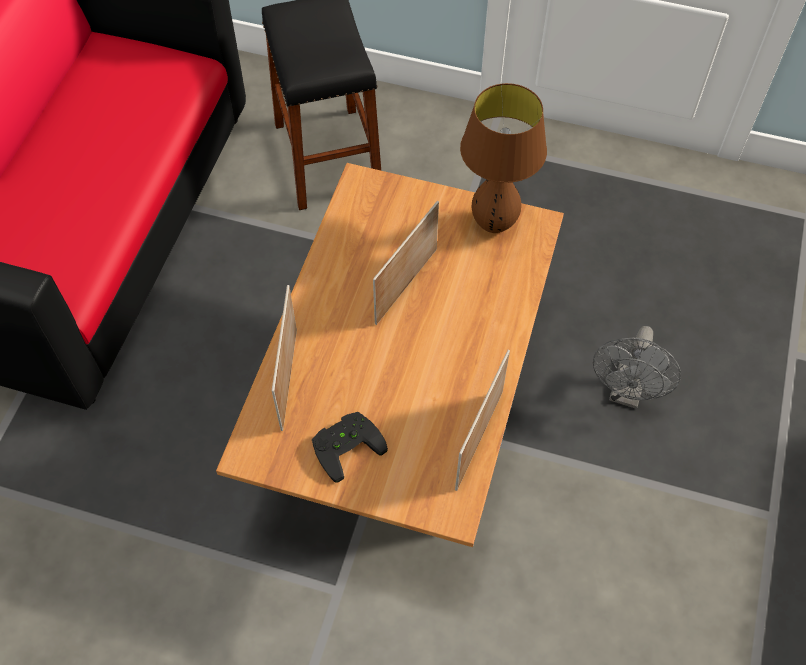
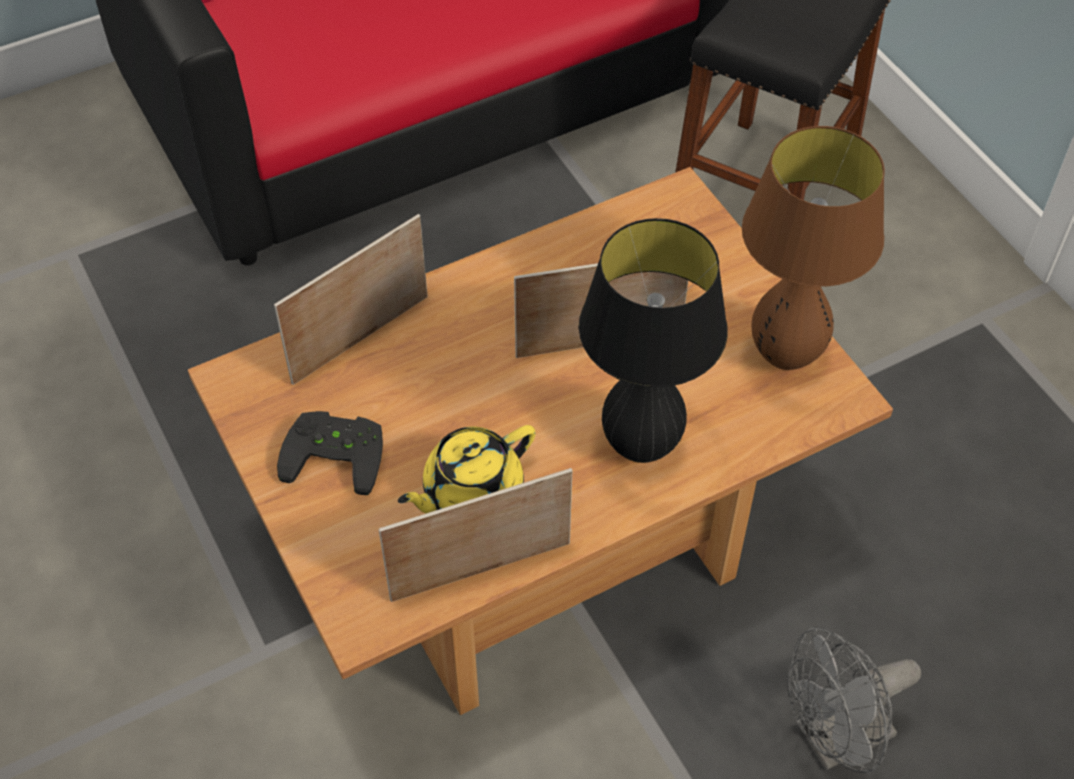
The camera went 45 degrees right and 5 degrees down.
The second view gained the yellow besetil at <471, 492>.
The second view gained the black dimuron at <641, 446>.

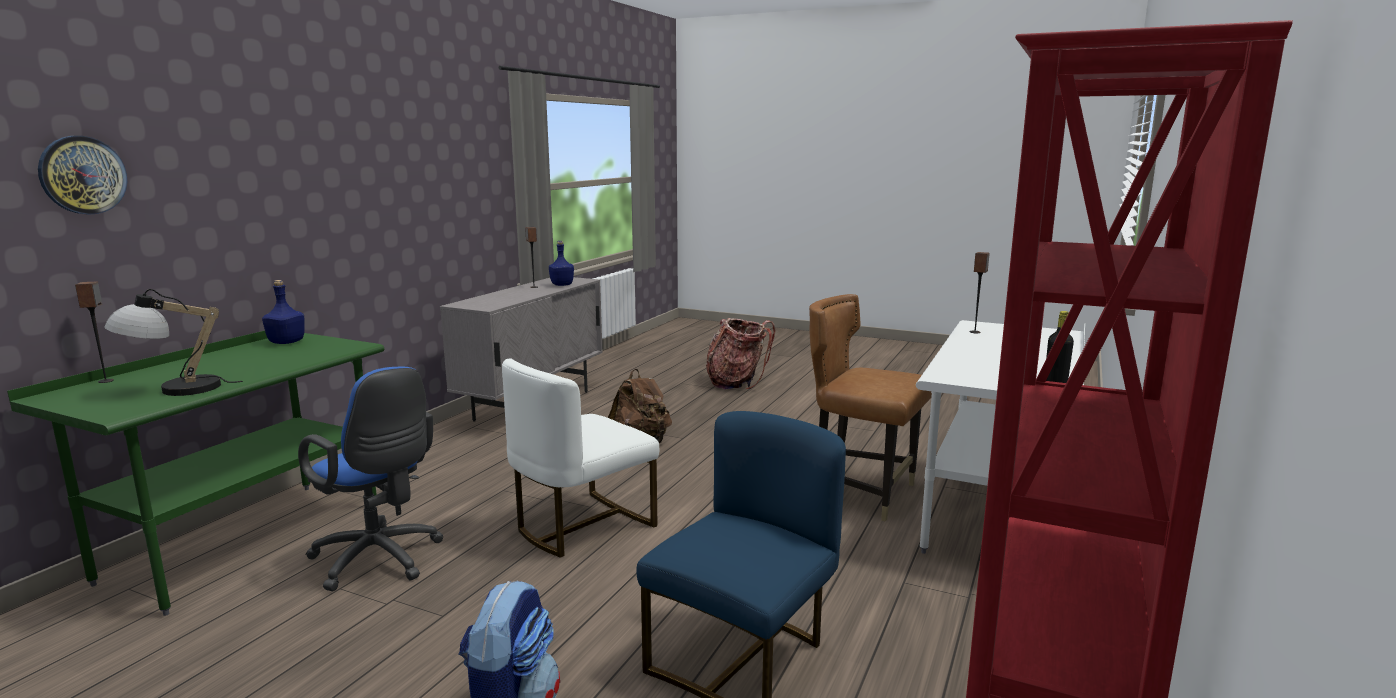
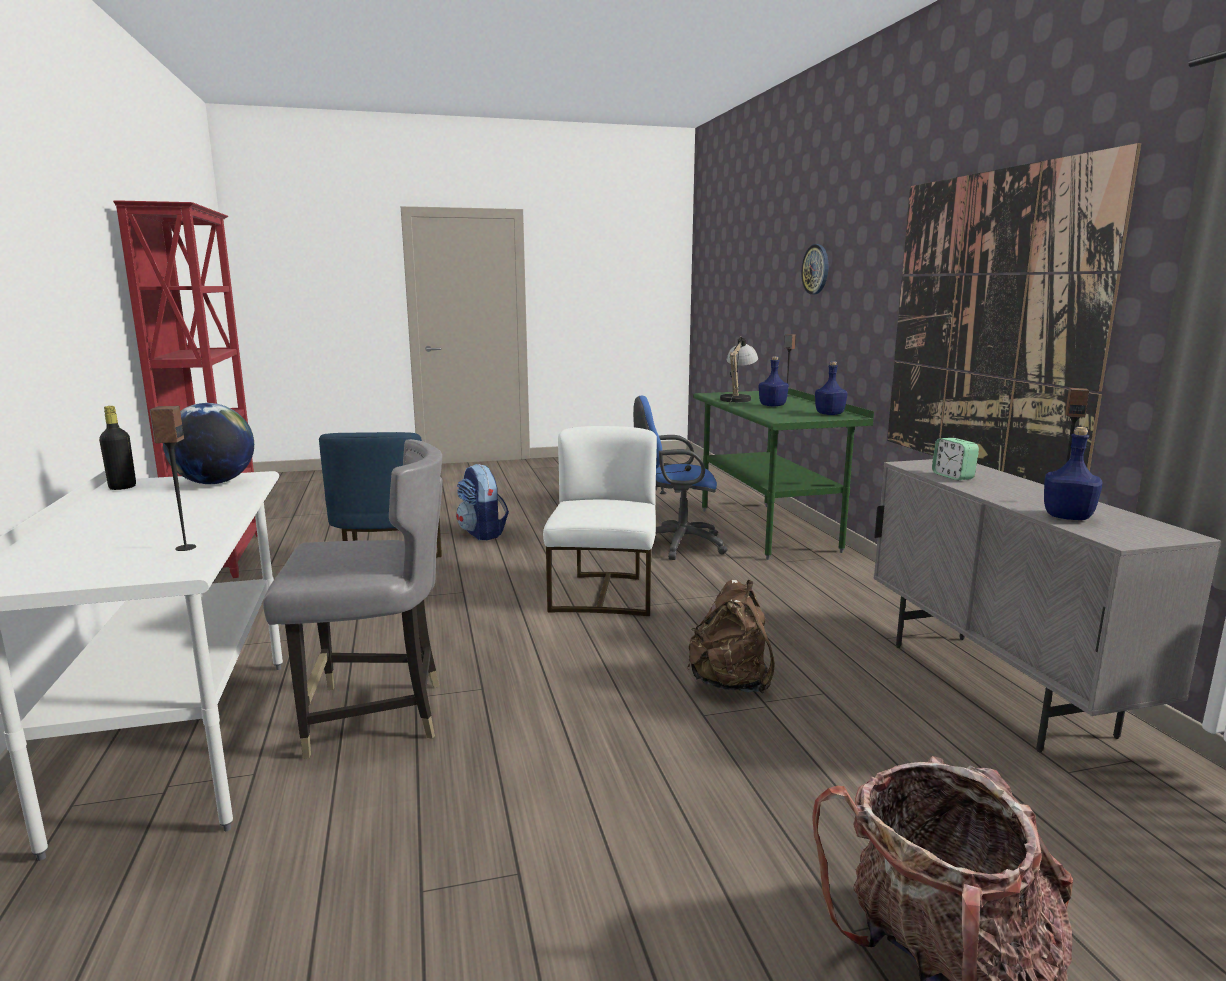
The camera went 140 degrees right and 0 degrees up.
What was the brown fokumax at <861, 493> turned into the grey fokumax at <375, 716>.
The second view gained the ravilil at <214, 483>.
The second view gained the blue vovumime at <772, 405>.
The second view gained the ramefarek at <987, 324>.
The second view gained the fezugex at <952, 476>.

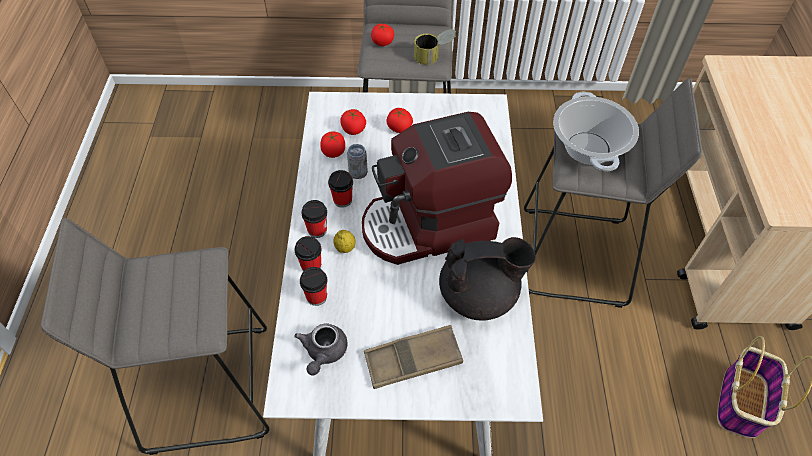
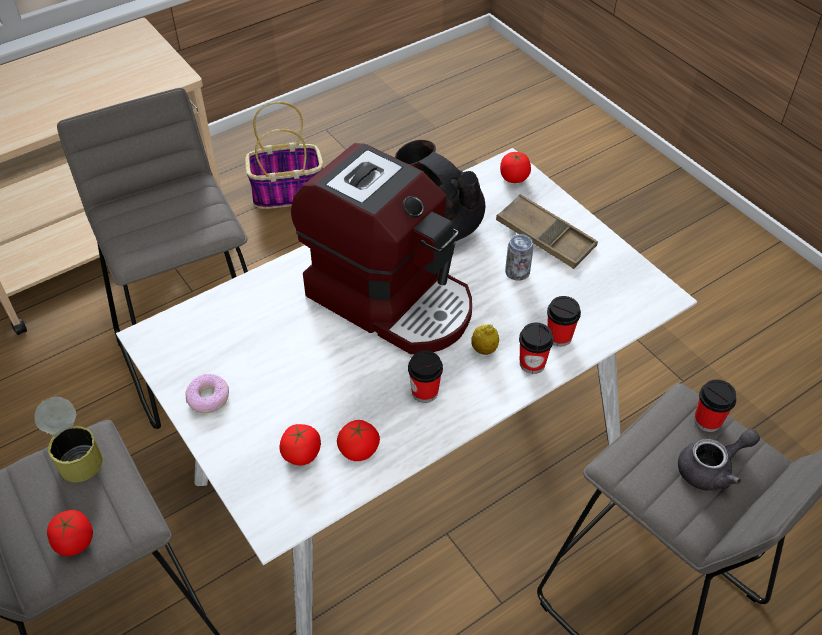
The camera went 125 degrees left and 5 degrees down.
The grey besetil ended up elsewhere, having gone from <323, 353> to <712, 469>.
The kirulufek ended up elsewhere, having gone from <317, 230> to <707, 421>.
The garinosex ended up elsewhere, having gone from <358, 172> to <517, 272>.
The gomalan ended up elsewhere, having gone from <399, 128> to <514, 177>.
The second view lost the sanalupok at <588, 148>.
The second view gained the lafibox at <209, 398>.

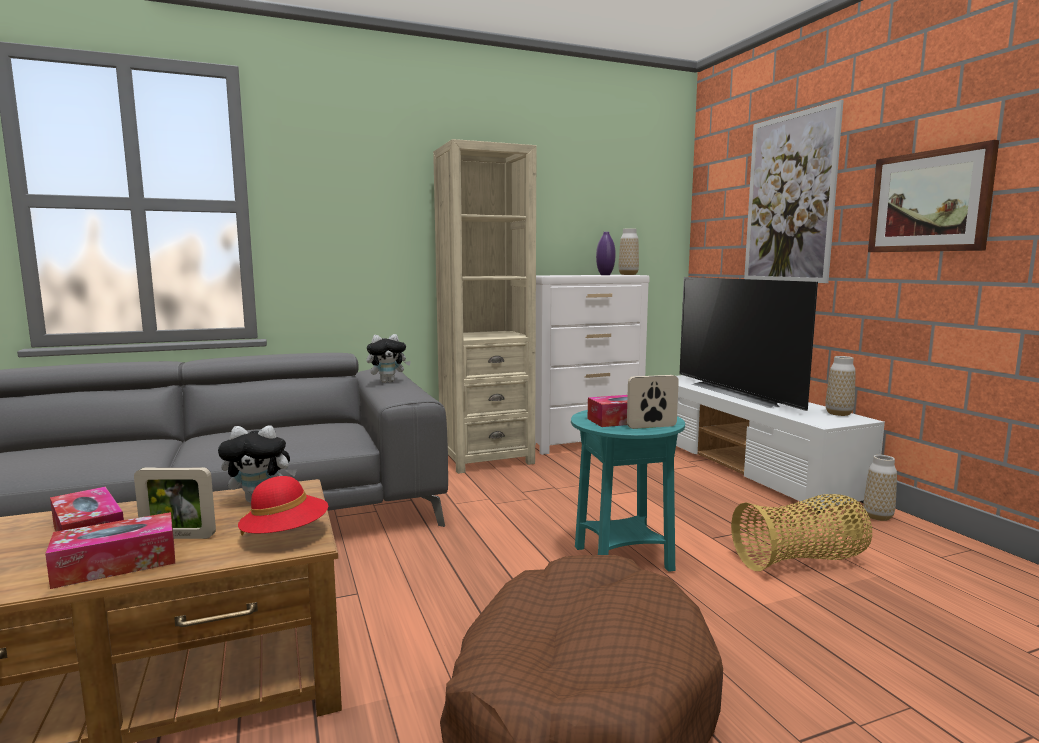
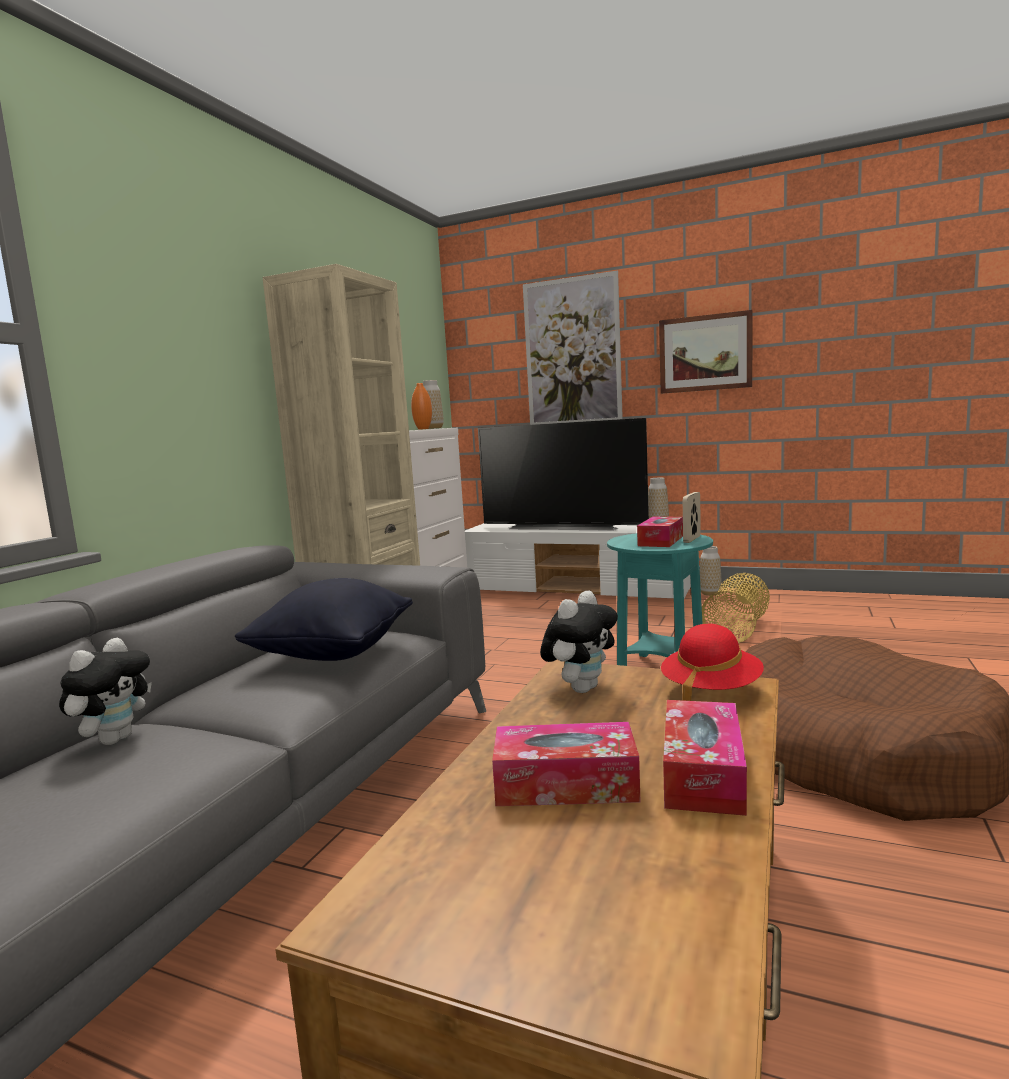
The camera went 45 degrees left and 0 degrees up.
The second view lost the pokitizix at <178, 537>.
The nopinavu ended up elsewhere, having gone from <388, 382> to <114, 739>.
What was the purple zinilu at <605, 275> turned into the orange zinilu at <423, 429>.
The second view gained the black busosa at <333, 654>.

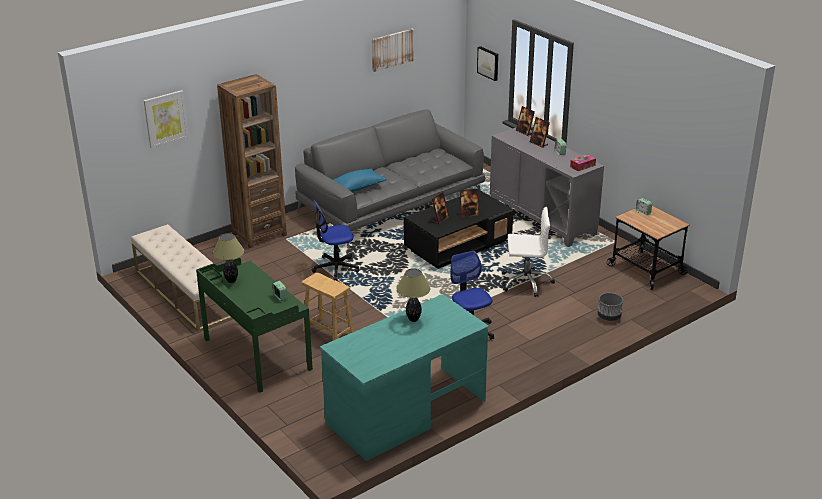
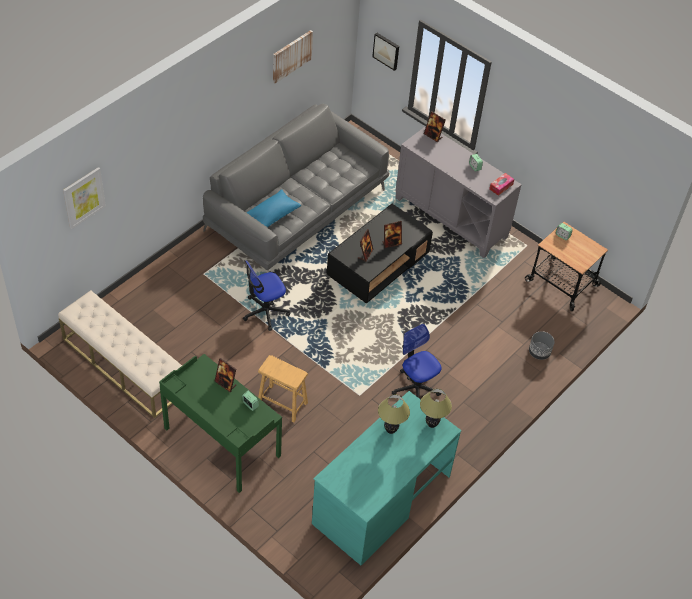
The camera went 15 degrees left and 20 degrees up.
The dimuron ended up elsewhere, having gone from <231, 281> to <432, 424>.
The second view lost the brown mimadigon at <259, 234>.
The second view lost the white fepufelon at <526, 282>.
The pokitizix ended up elsewhere, having gone from <539, 143> to <225, 383>.

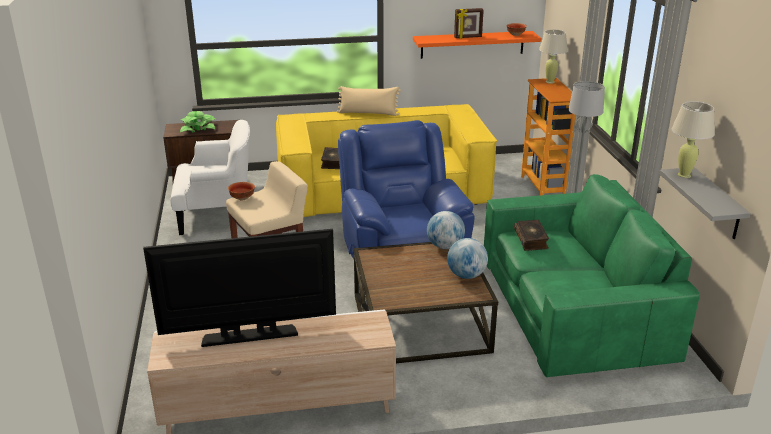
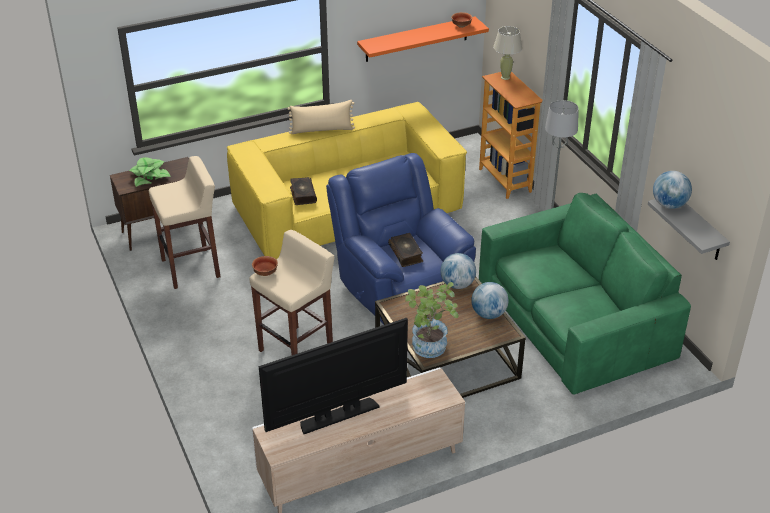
The camera went 15 degrees left and 10 degrees up.
Where the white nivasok stood at <217, 215>, the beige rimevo came to stand at <192, 268>.
The second view lost the pokitizix at <468, 37>.
The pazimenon ended up elsewhere, having gone from <531, 240> to <406, 254>.
Where the beige dimuron stood at <684, 175>, the ravilil came to stand at <669, 205>.
The second view gained the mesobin at <429, 350>.

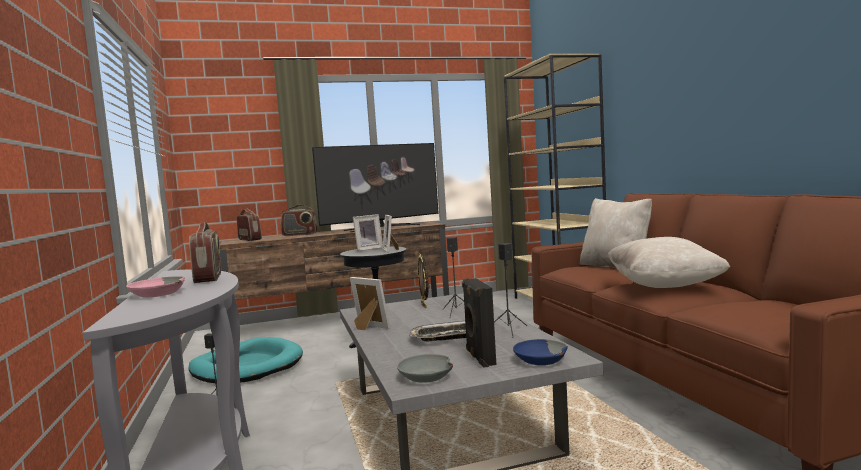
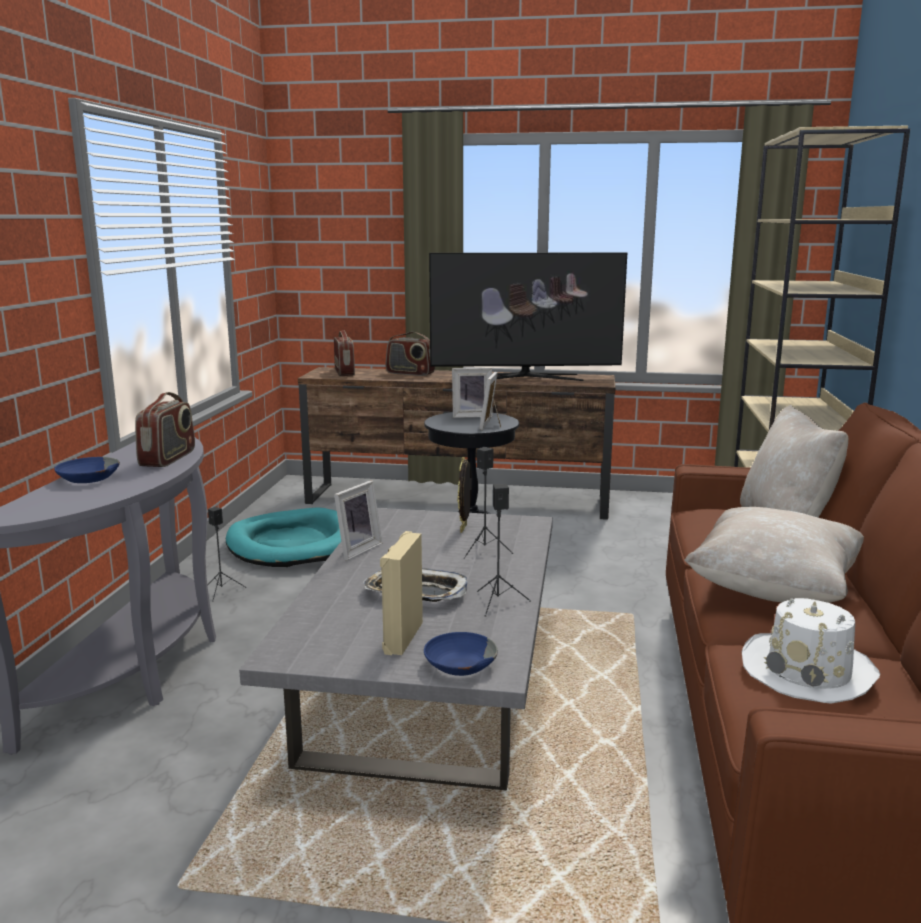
The camera went 25 degrees right and 10 degrees up.
What was the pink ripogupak at <157, 294> turned into the blue ripogupak at <87, 478>.
The pokitizix at <368, 328> ended up facing another way, 60 degrees clockwise from before.
The second view lost the grey ripogupak at <426, 377>.
What was the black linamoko at <479, 358> turned into the beige linamoko at <401, 637>.
The second view gained the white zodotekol at <809, 670>.

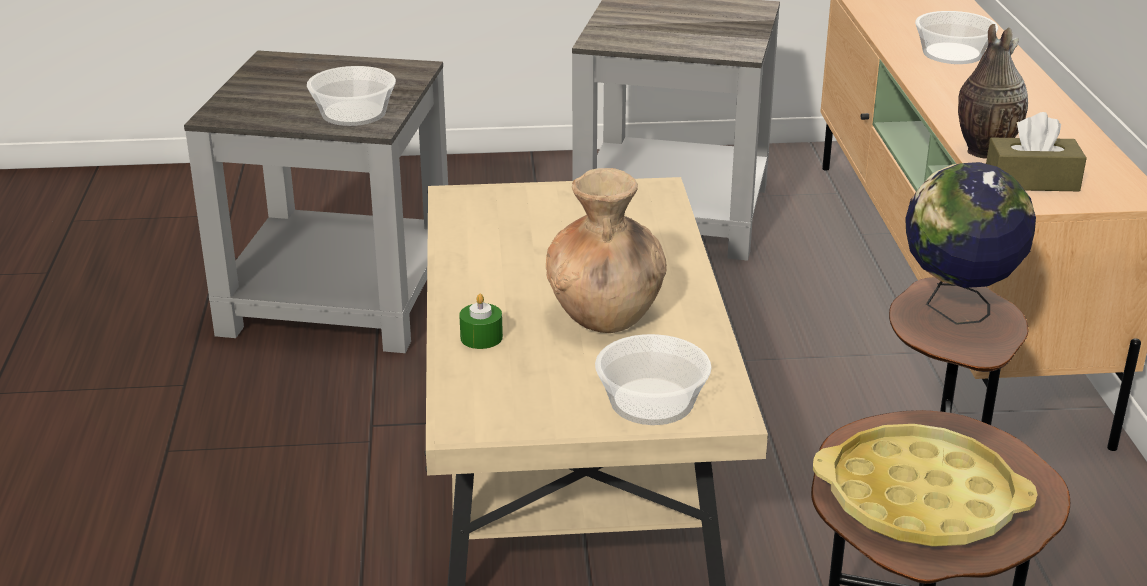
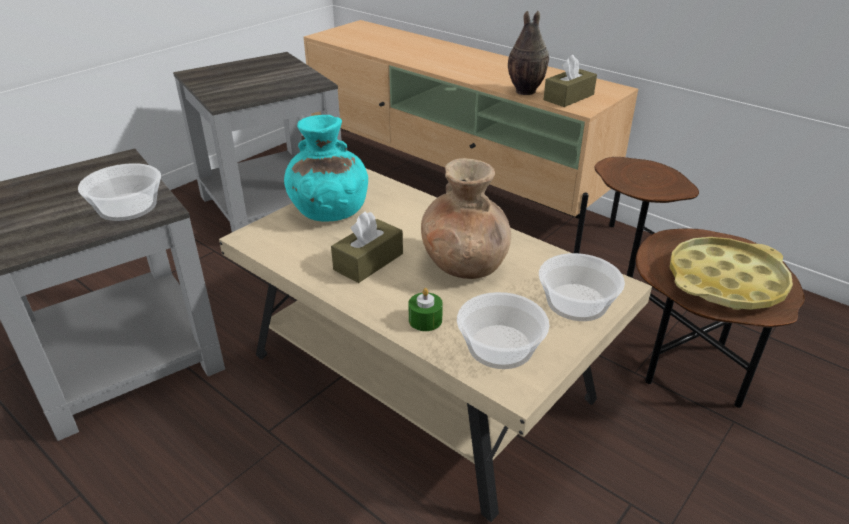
The camera went 45 degrees left and 5 degrees up.
The second view lost the ravilil at <957, 309>.
The ripogupak ended up elsewhere, having gone from <953, 53> to <501, 345>.
The second view gained the turquoise zinilu at <328, 211>.
The second view gained the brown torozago at <368, 262>.

